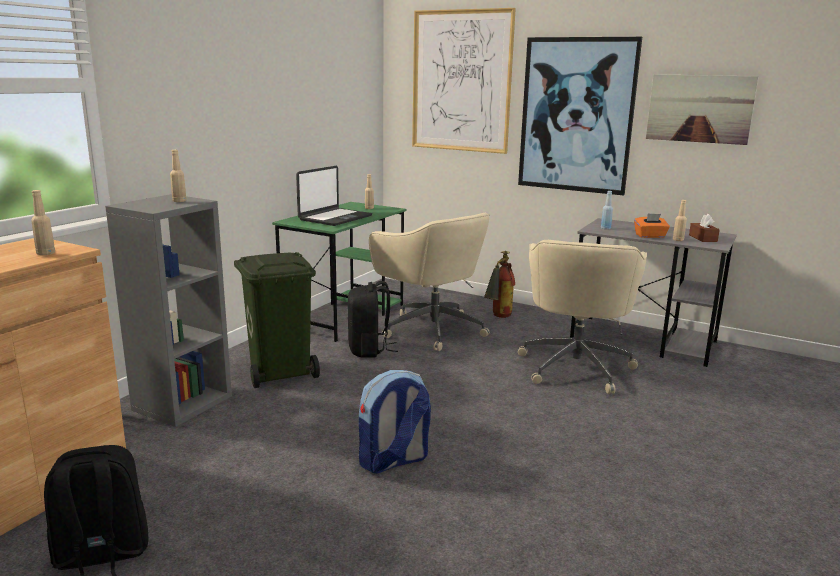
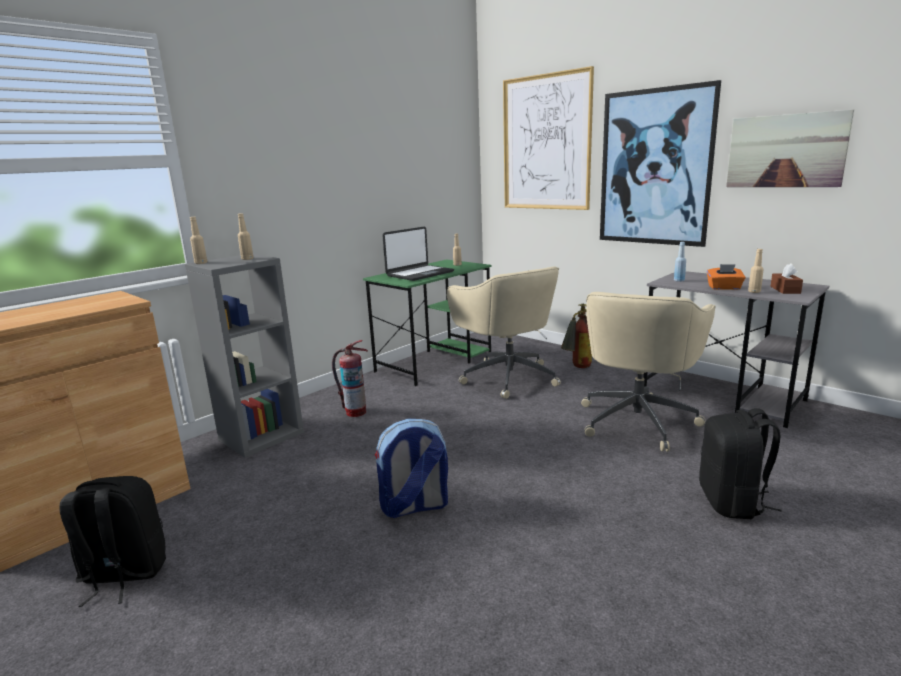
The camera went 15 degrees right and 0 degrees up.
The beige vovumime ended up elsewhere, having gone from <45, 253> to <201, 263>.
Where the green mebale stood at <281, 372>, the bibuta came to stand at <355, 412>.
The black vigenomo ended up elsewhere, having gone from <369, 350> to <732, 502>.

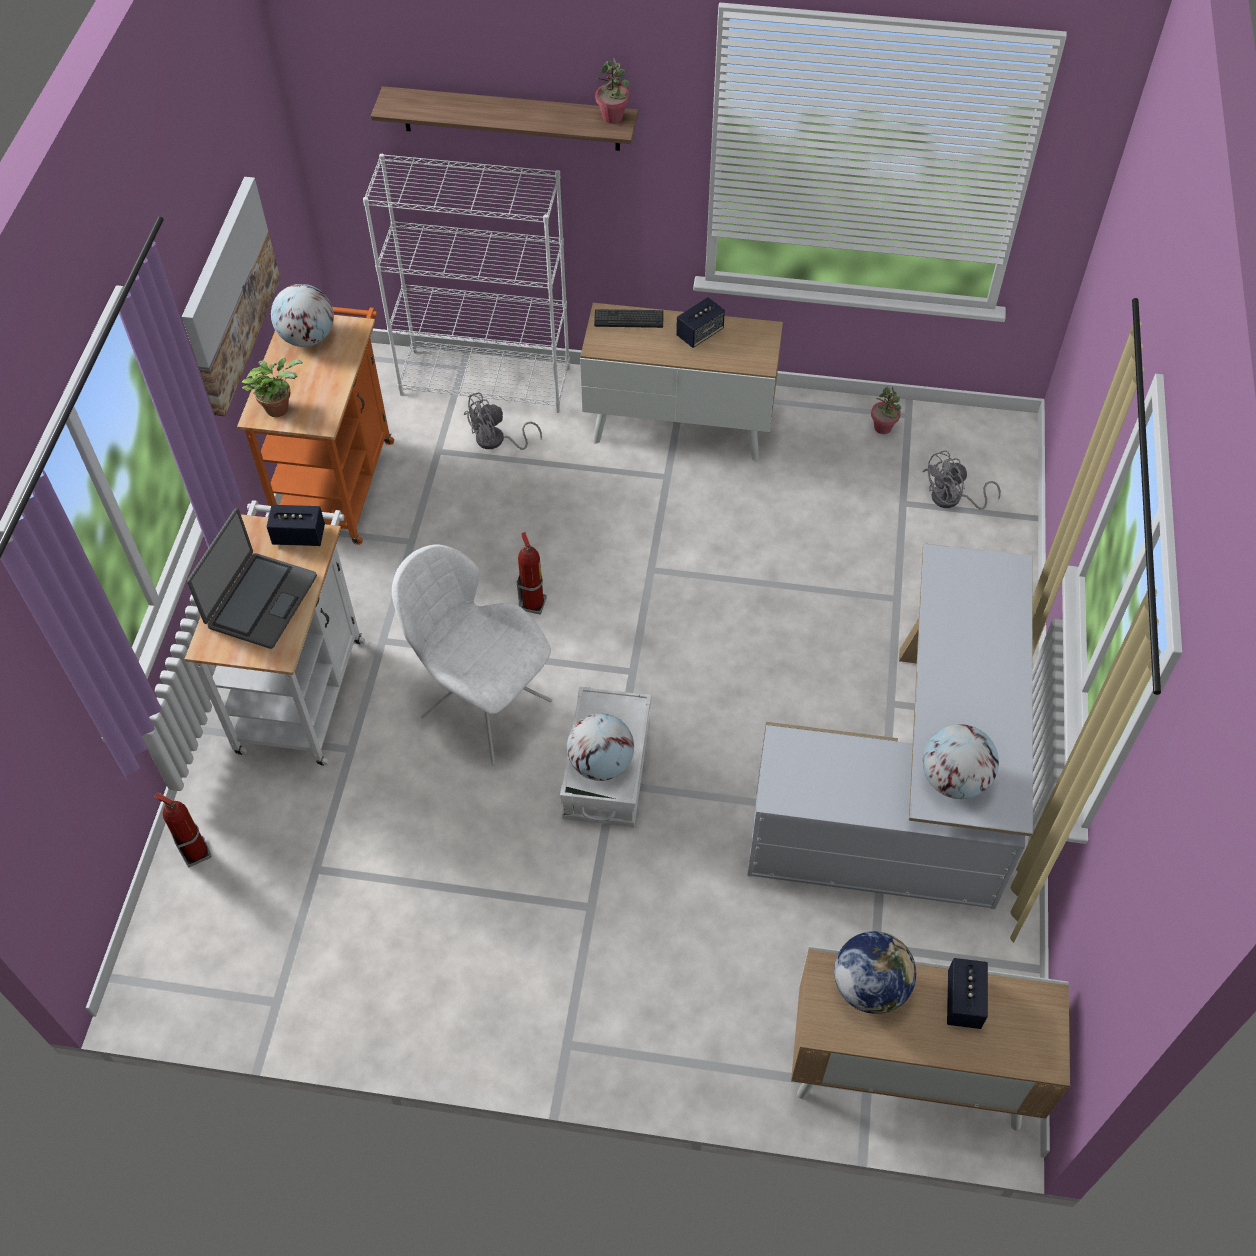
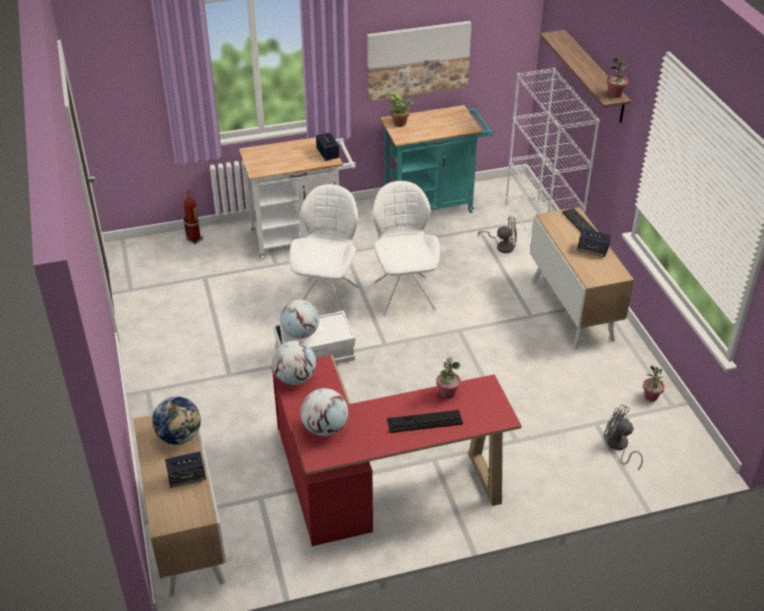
The camera went 65 degrees right and 15 degrees down.
The second view lost the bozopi at <261, 601>.
What was the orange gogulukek at <339, 479> turned into the turquoise gogulukek at <433, 204>.
The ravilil ended up elsewhere, having gone from <307, 338> to <294, 378>.
The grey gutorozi at <496, 441> ended up facing another way, 150 degrees clockwise from before.
Where the bibuta stood at <533, 603>, the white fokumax came to stand at <404, 294>.
What was the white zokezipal at <909, 788> turned into the red zokezipal at <376, 484>.
The second view gained the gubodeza at <424, 421>.
The second view gained the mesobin at <447, 393>.

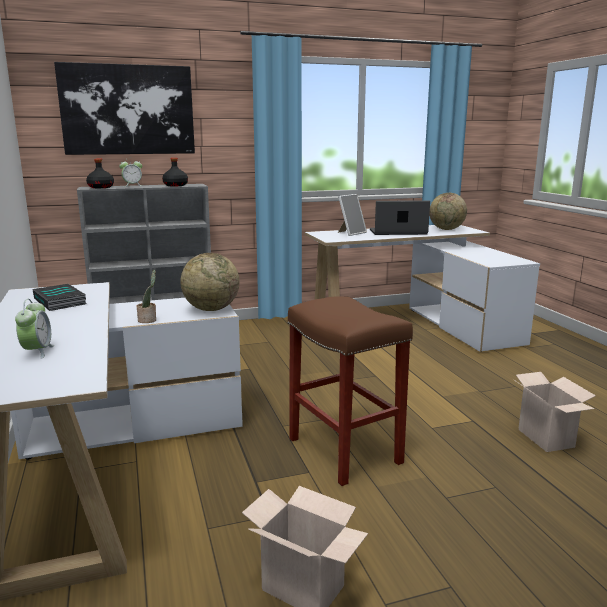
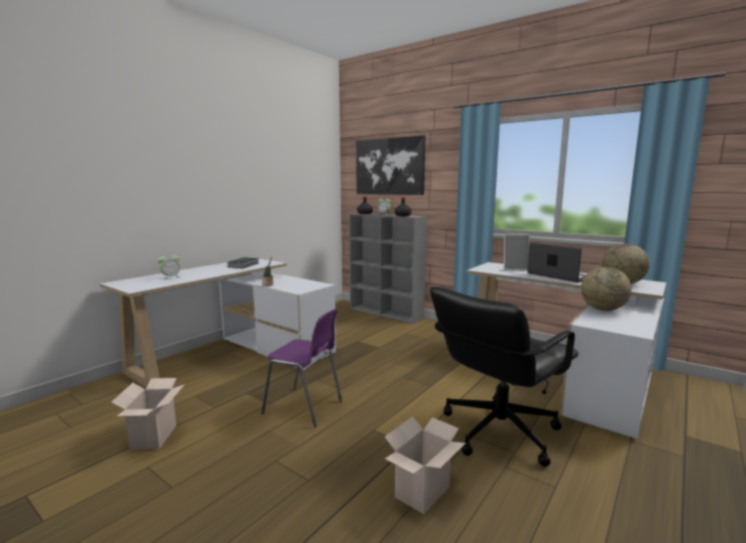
The camera went 55 degrees right and 5 degrees down.
The ravilil ended up elsewhere, having gone from <211, 309> to <602, 309>.
Where the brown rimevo stood at <346, 451>, the purple fokumax came to stand at <305, 407>.
The second view gained the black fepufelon at <498, 431>.

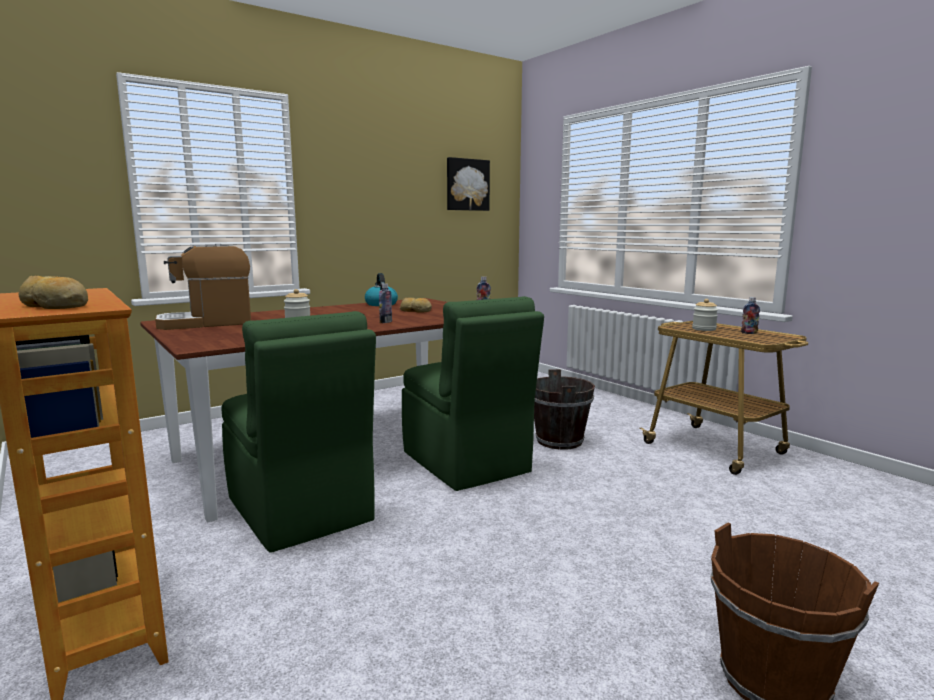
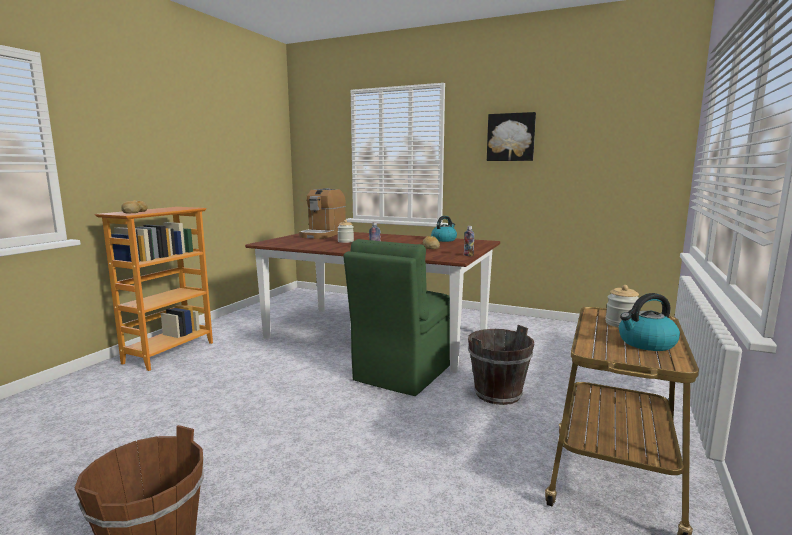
The camera went 60 degrees right and 0 degrees up.
The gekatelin at <207, 323> ended up facing another way, 105 degrees counterclockwise from before.
The second view lost the green fokumax at <300, 511>.
The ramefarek ended up elsewhere, having gone from <467, 185> to <511, 137>.
Where the vovumime stood at <749, 333>, the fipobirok came to stand at <646, 343>.

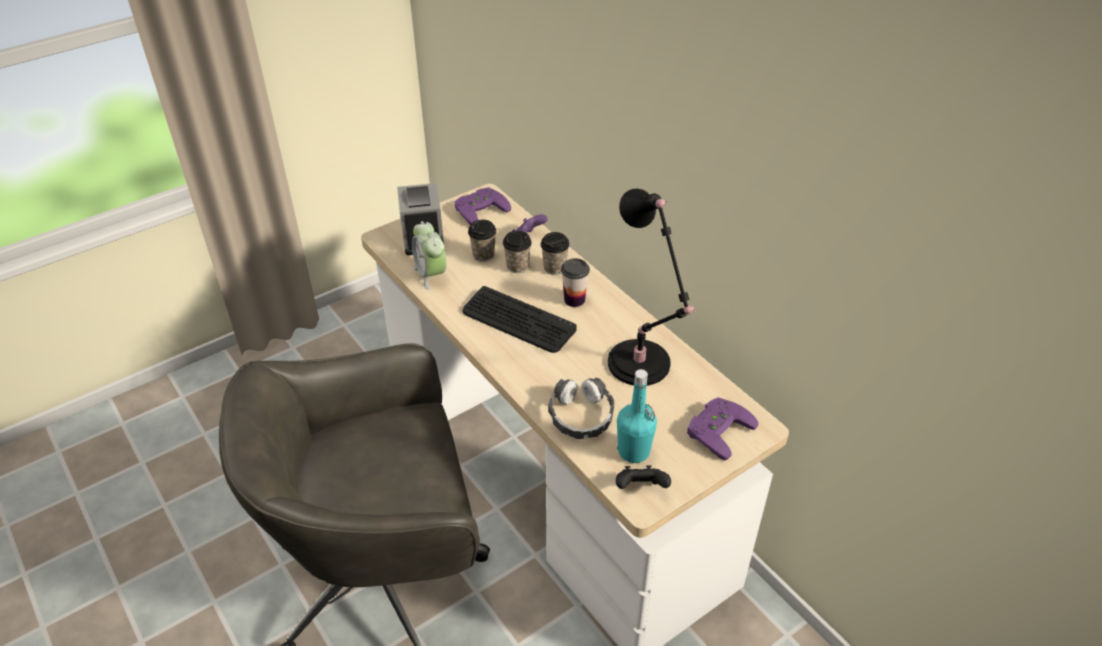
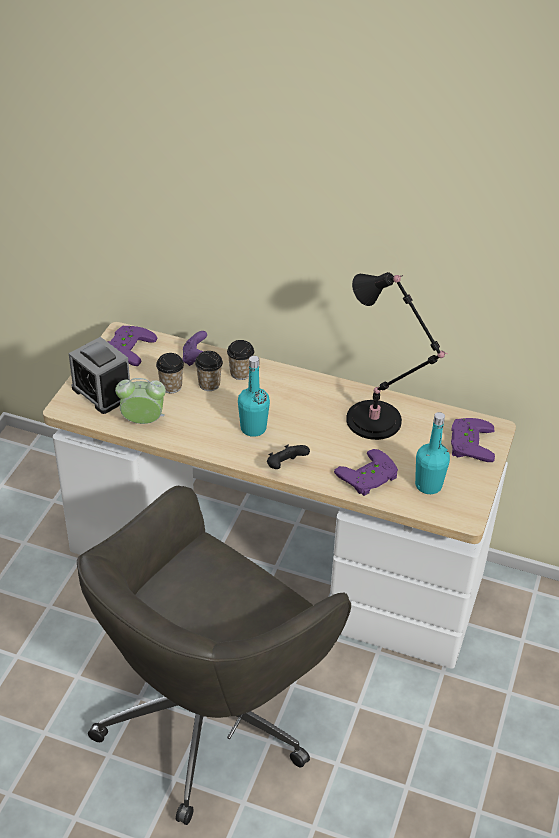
The camera went 35 degrees left and 0 degrees up.
The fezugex at <431, 274> ended up facing another way, 150 degrees clockwise from before.
Where the gubodeza stood at <518, 321>, the turquoise vovumime came to stand at <253, 428>.
Where the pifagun stood at <581, 416>, the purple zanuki came to stand at <369, 478>.
The second view lost the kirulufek at <574, 300>.
The black zanuki ended up elsewhere, having gone from <641, 488> to <285, 466>.

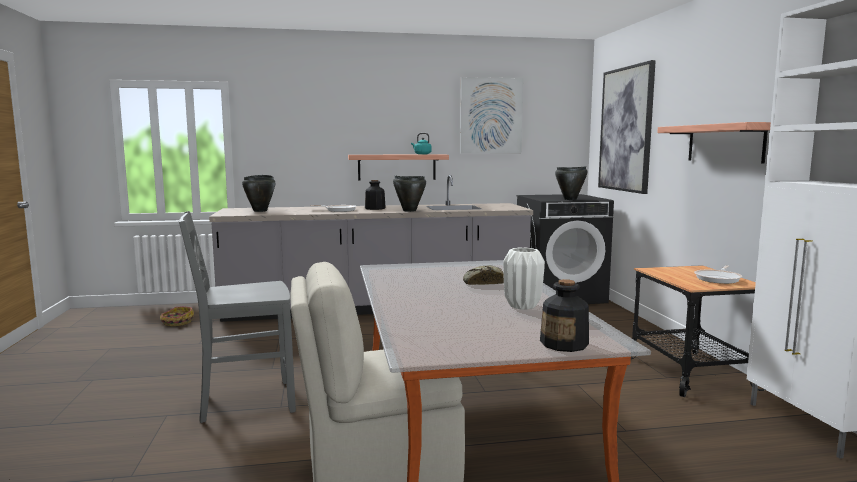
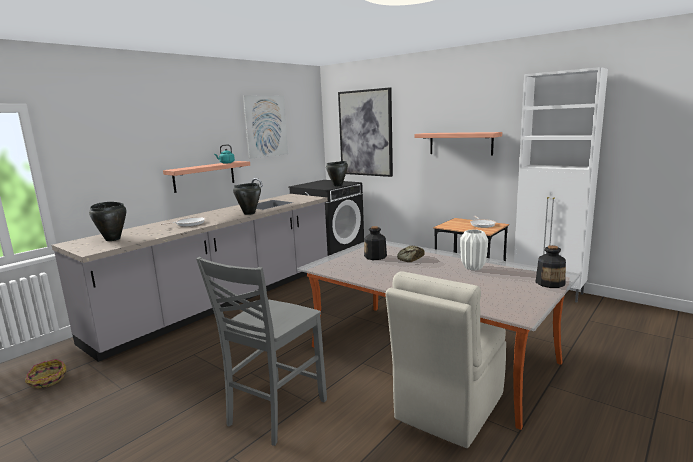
The camera went 40 degrees left and 5 degrees up.
The vovumime ended up elsewhere, having gone from <375, 208> to <375, 257>.

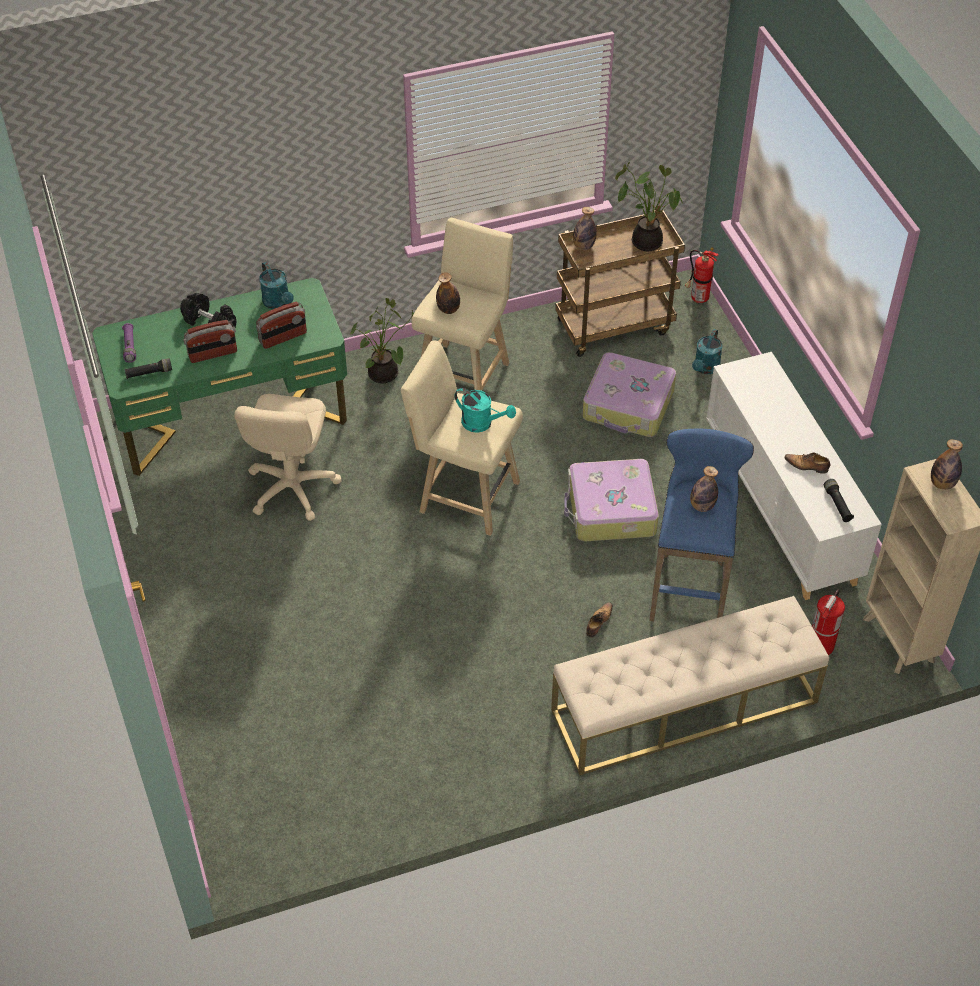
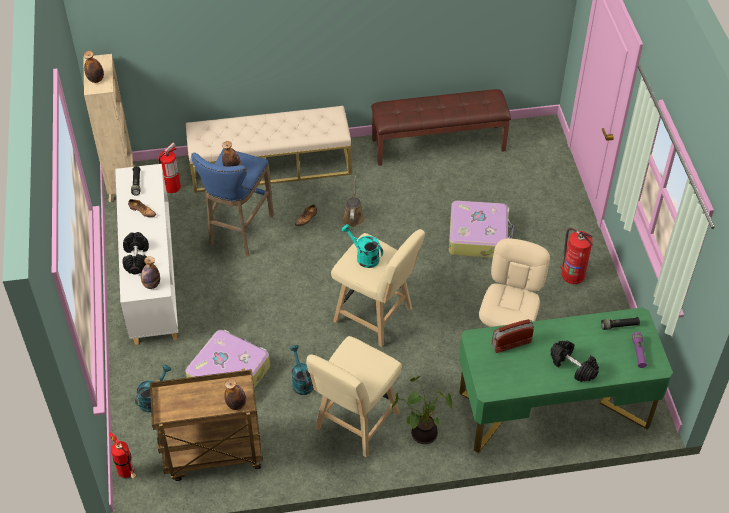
The camera went 170 degrees left and 0 degrees up.
The second view lost the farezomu at <213, 354>.
The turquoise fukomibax ended up elsewhere, having gone from <278, 303> to <301, 381>.
The vovumime ended up elsewhere, having gone from <448, 309> to <151, 284>.
The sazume ended up elsewhere, having gone from <610, 510> to <478, 236>.
The second view lost the mesobin at <647, 240>.
The second view gained the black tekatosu at <137, 259>.
The second view gained the brown fukomibax at <353, 216>.
The second view gained the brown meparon at <438, 144>.
The second view gained the bibuta at <572, 274>.

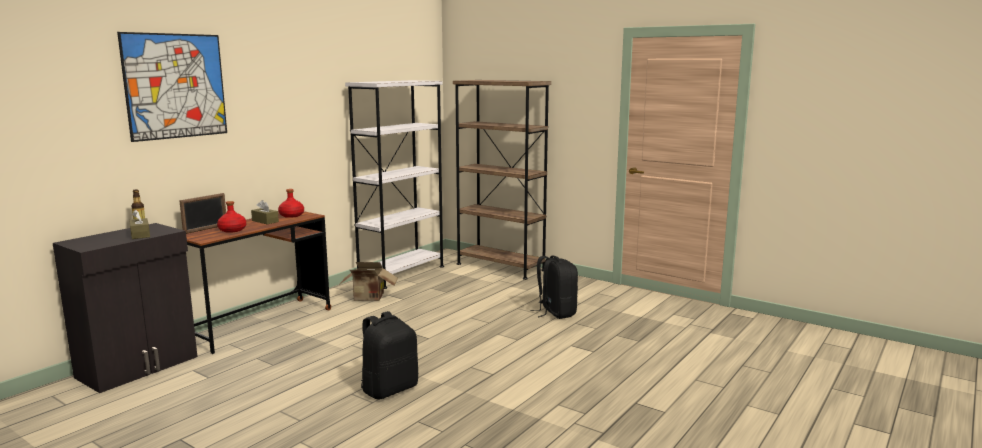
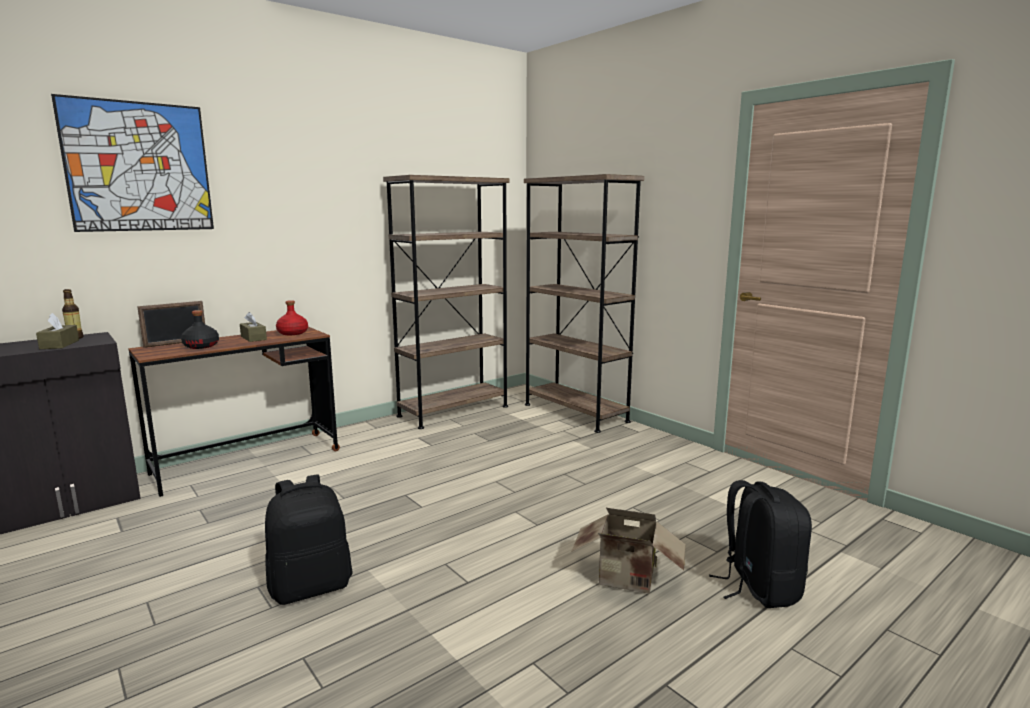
The camera went 15 degrees right and 0 degrees up.
What was the red vovumime at <232, 230> turned into the black vovumime at <201, 346>.
The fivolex ended up elsewhere, having gone from <369, 298> to <628, 580>.
What was the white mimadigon at <401, 273> turned into the brown mimadigon at <453, 411>.
The black vigenomo ended up elsewhere, having gone from <555, 312> to <758, 587>.

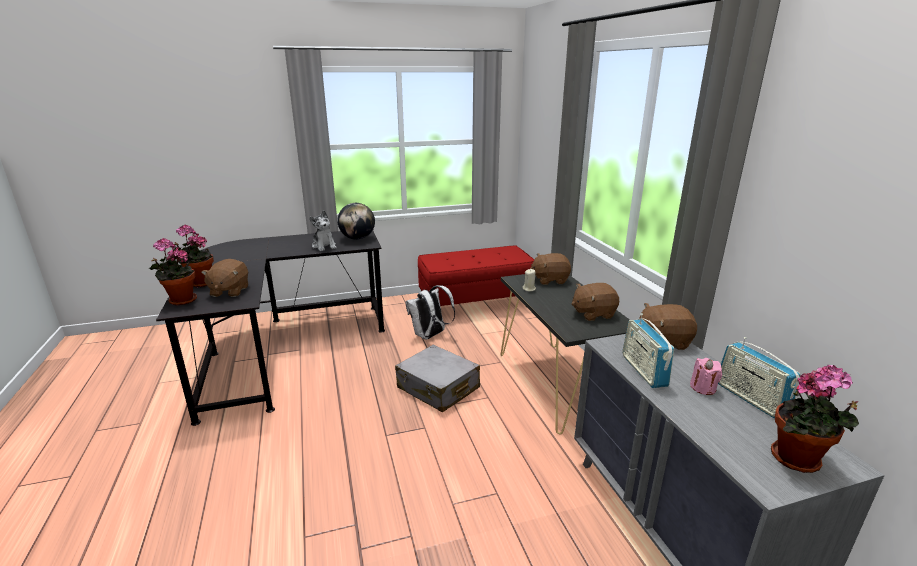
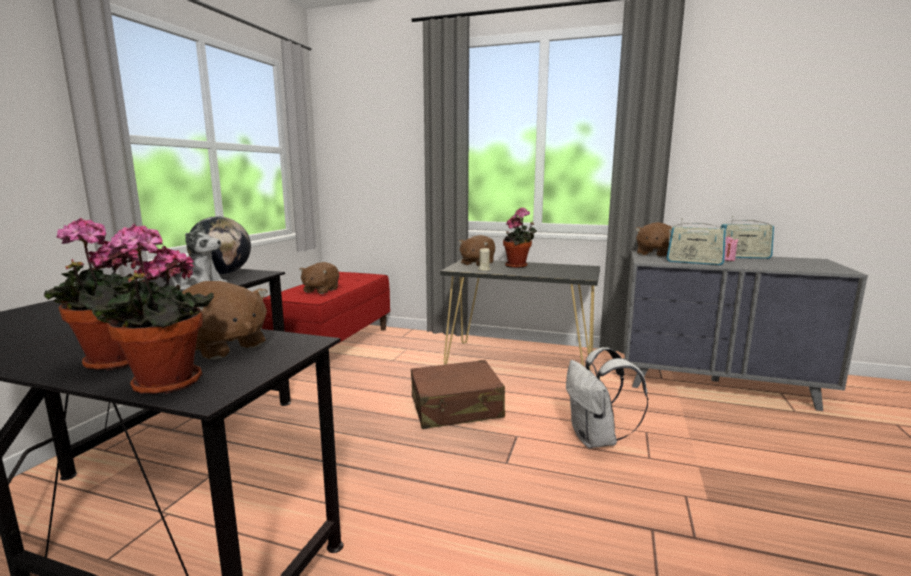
The camera went 55 degrees left and 10 degrees down.
What was the grey sazume at <438, 388> turned into the brown sazume at <456, 408>.
The white vigenomo ended up elsewhere, having gone from <430, 336> to <596, 440>.
The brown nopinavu ended up elsewhere, having gone from <593, 314> to <320, 290>.
The mesobin ended up elsewhere, having gone from <799, 461> to <518, 266>.

